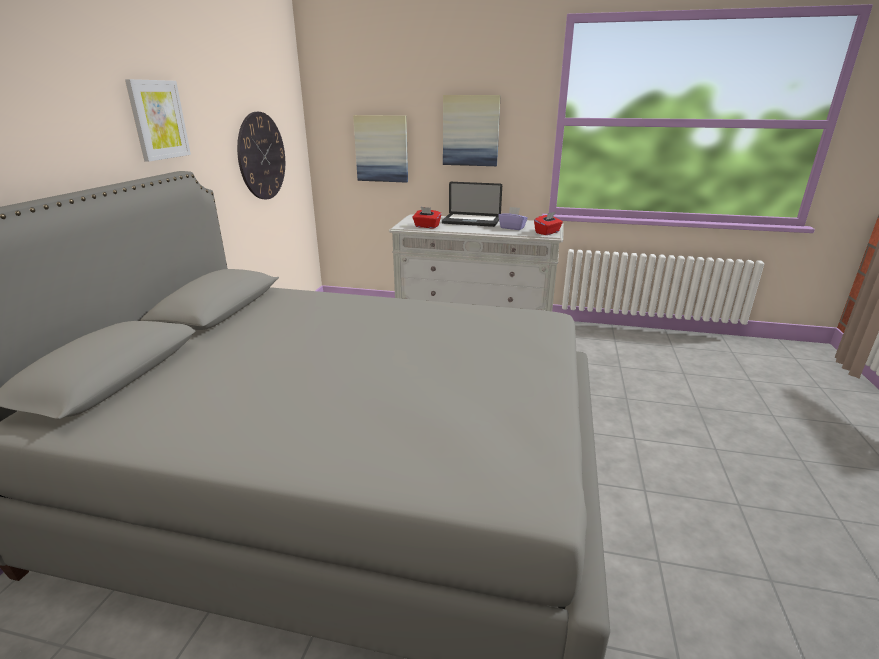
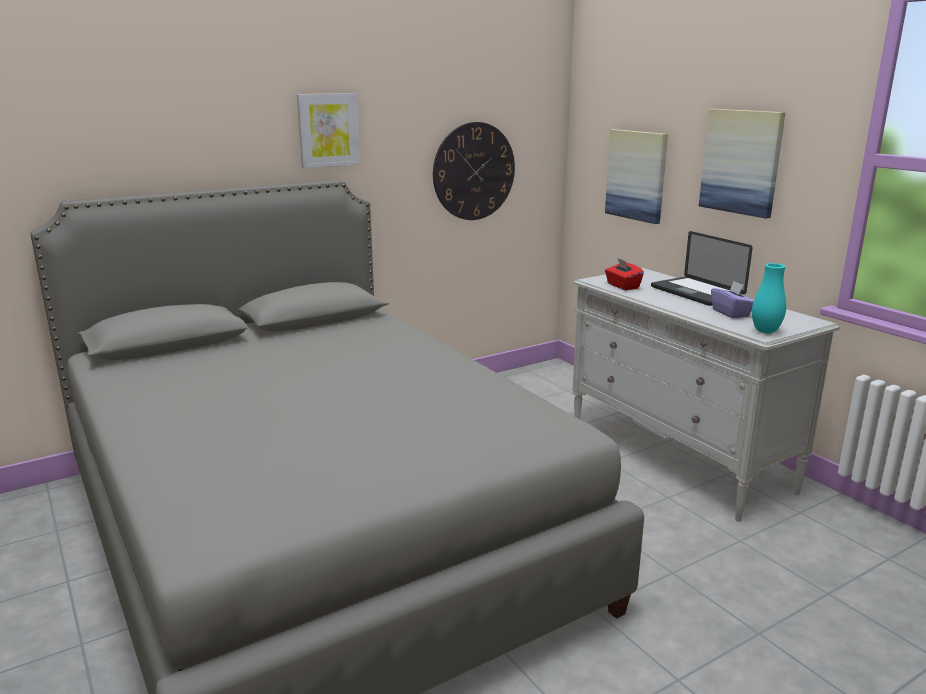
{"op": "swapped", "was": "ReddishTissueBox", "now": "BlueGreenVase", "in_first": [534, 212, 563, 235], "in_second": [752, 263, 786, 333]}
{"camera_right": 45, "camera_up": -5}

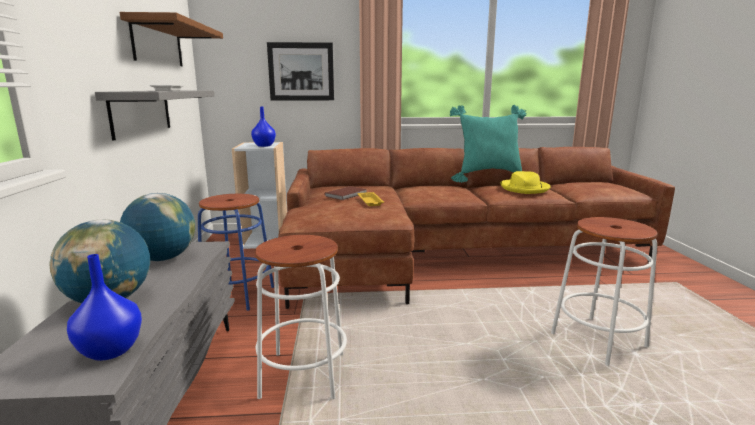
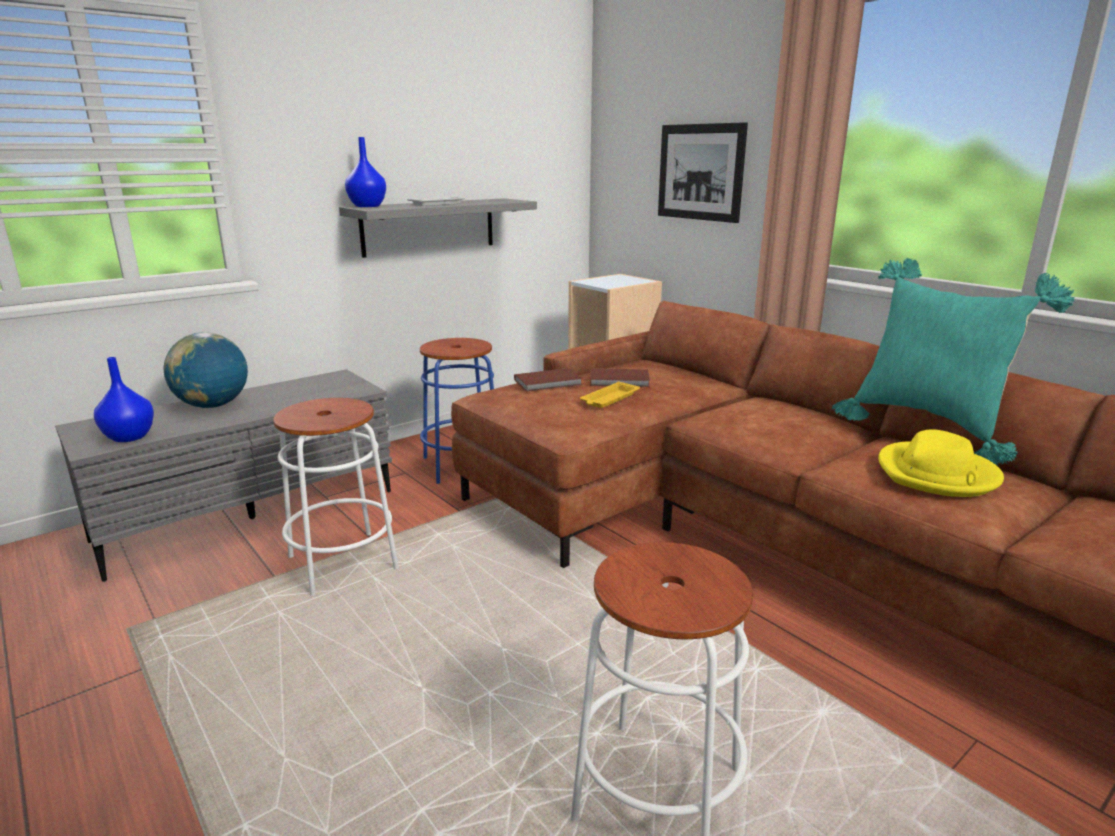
{"op": "shifted", "was": "BlueColouredVase", "in_first": [251, 107, 276, 147], "in_second": [345, 137, 386, 207]}
{"op": "new", "now": "BrownColouredVolume", "in_second": [514, 368, 582, 392]}
{"op": "gone", "was": "BrownColouredShelf", "in_first": [120, 12, 223, 66]}
{"op": "gone", "was": "Globe", "in_first": [120, 193, 195, 261]}
{"camera_right": 55, "camera_up": 5}

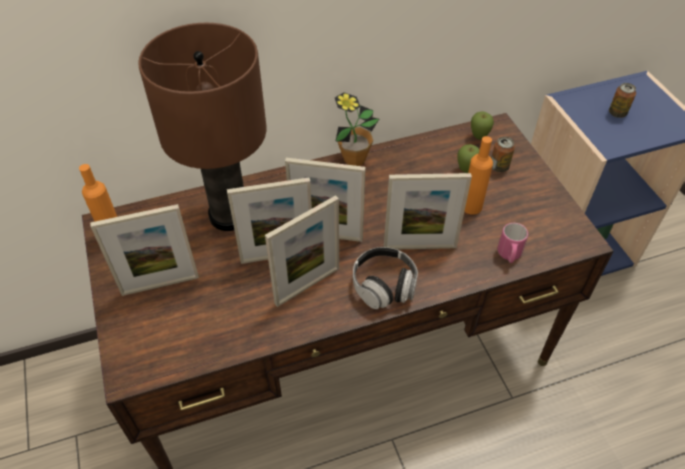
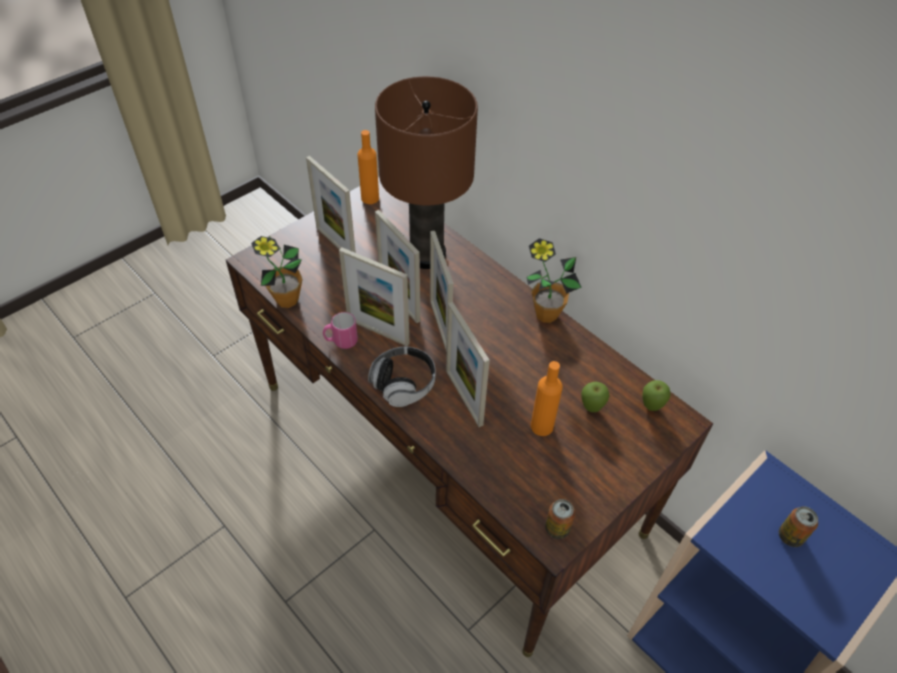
{"op": "new", "now": "PottedPlant", "in_second": [251, 236, 303, 308]}
{"op": "shifted", "was": "PinkishCoffeeMug", "in_first": [498, 223, 528, 263], "in_second": [323, 312, 358, 349]}
{"op": "shifted", "was": "SealedCan", "in_first": [491, 137, 515, 172], "in_second": [545, 499, 575, 539]}
{"camera_right": 65, "camera_up": 0}

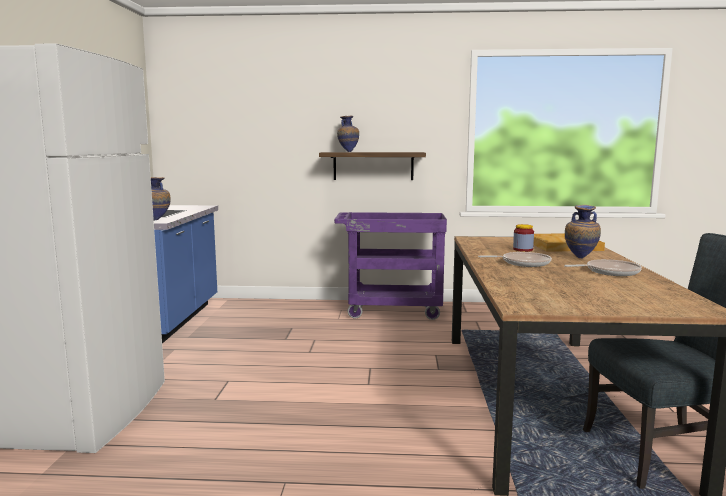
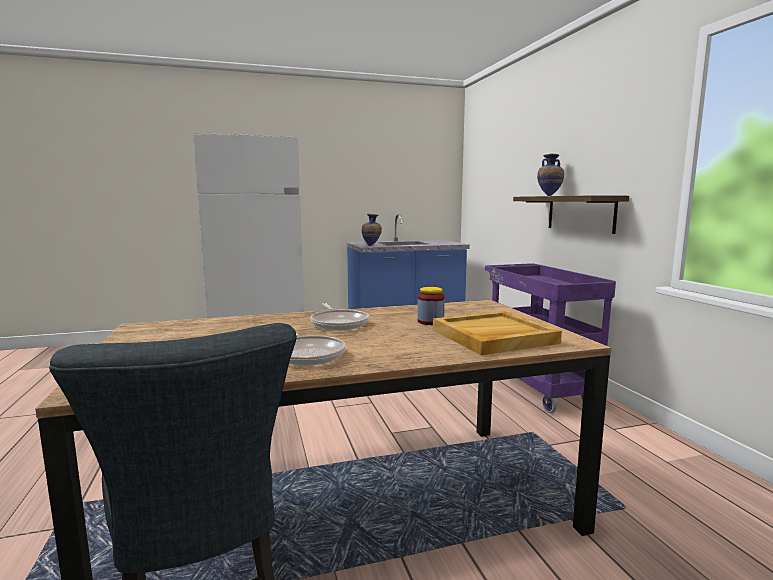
{"op": "gone", "was": "Vase", "in_first": [565, 205, 601, 258]}
{"camera_right": 70, "camera_up": 0}

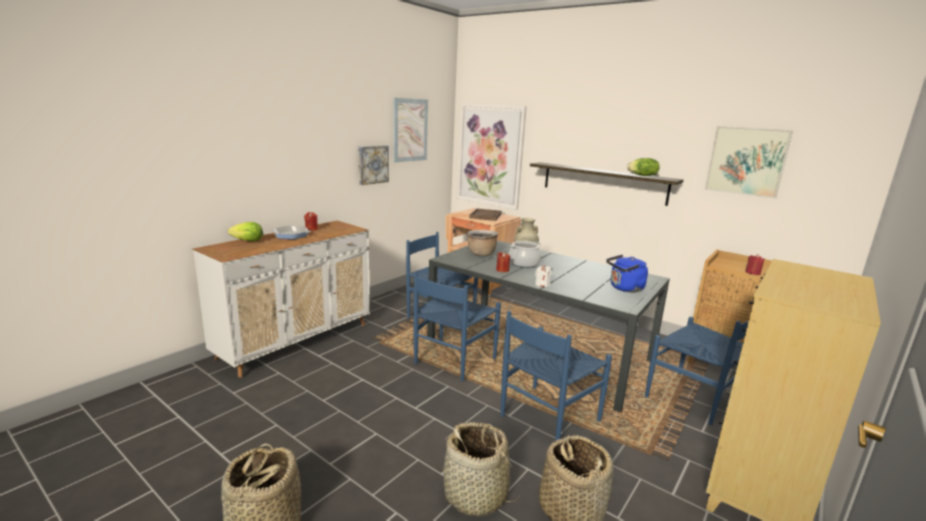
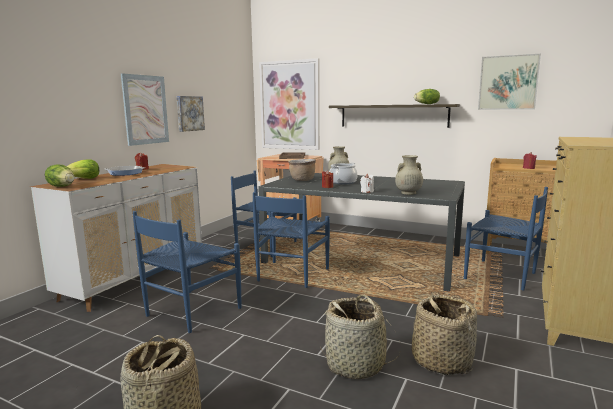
{"op": "new", "now": "LettuceHead", "in_second": [45, 164, 74, 187]}
{"op": "shifted", "was": "Picture", "in_first": [393, 98, 428, 163], "in_second": [121, 73, 169, 146]}
{"op": "shifted", "was": "BlueColouredUprightChair", "in_first": [501, 311, 612, 441], "in_second": [133, 211, 242, 333]}
{"op": "new", "now": "BeigeColouredVase", "in_second": [395, 155, 423, 195]}
{"op": "gone", "was": "BlueColouredWaterKettle", "in_first": [606, 255, 648, 292]}
{"camera_right": -10, "camera_up": -5}

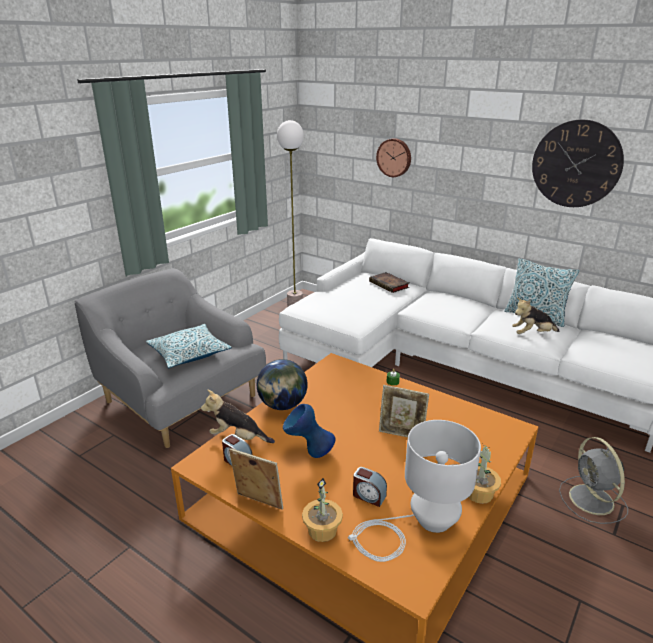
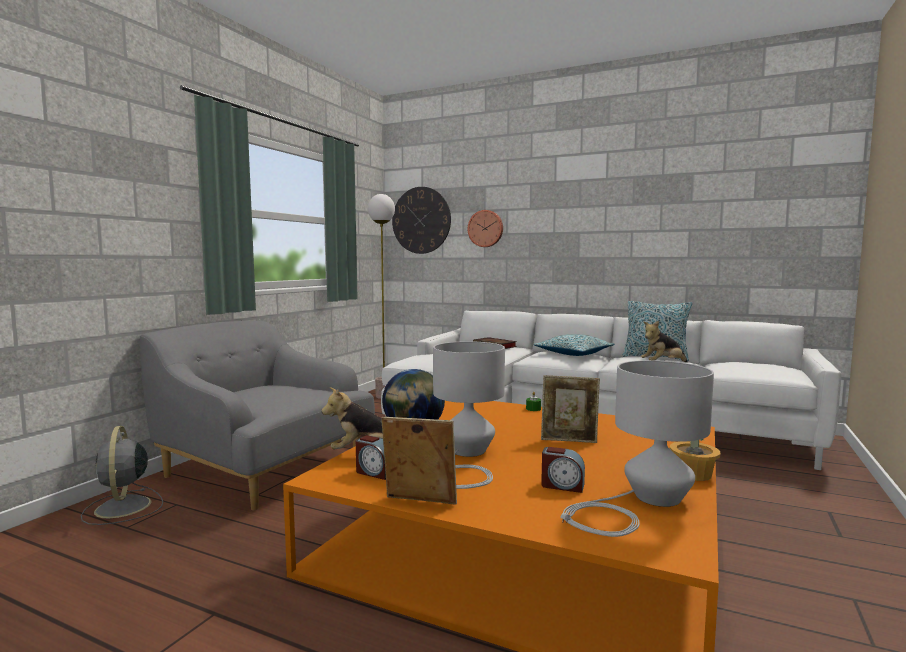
{"op": "shifted", "was": "GreyElectricFan", "in_first": [559, 437, 628, 524], "in_second": [81, 426, 163, 525]}
{"op": "shifted", "was": "WallClock", "in_first": [532, 120, 624, 207], "in_second": [392, 187, 451, 254]}
{"op": "swapped", "was": "BlueColouredVase", "now": "GreyLampForATable", "in_first": [283, 404, 335, 458], "in_second": [433, 341, 505, 489]}
{"op": "shifted", "was": "Pillow", "in_first": [146, 324, 232, 368], "in_second": [534, 334, 615, 356]}
{"op": "gone", "was": "PottedPlant", "in_first": [302, 478, 343, 542]}
{"camera_right": -10, "camera_up": -20}

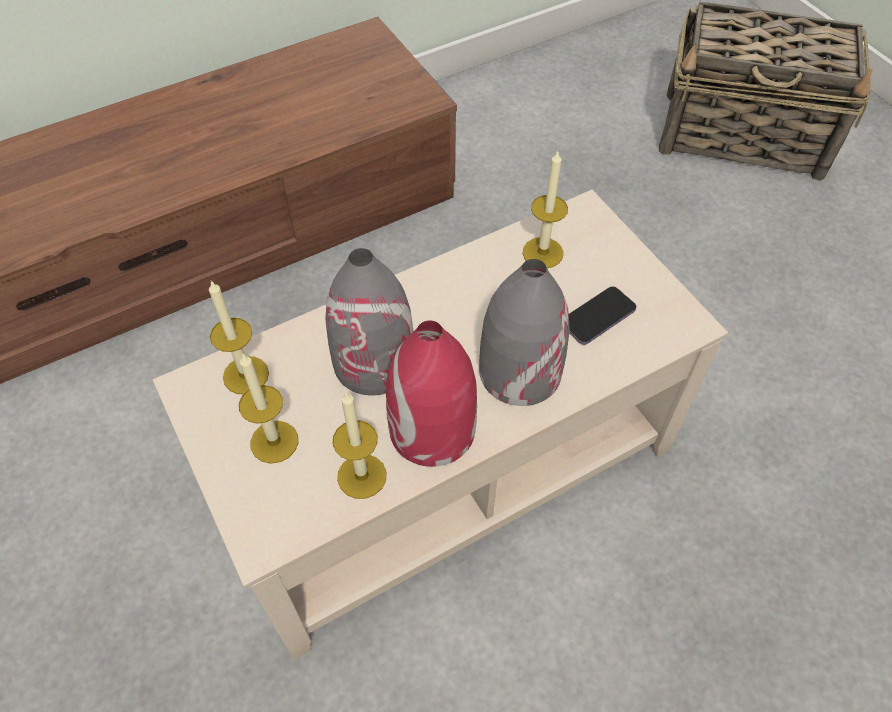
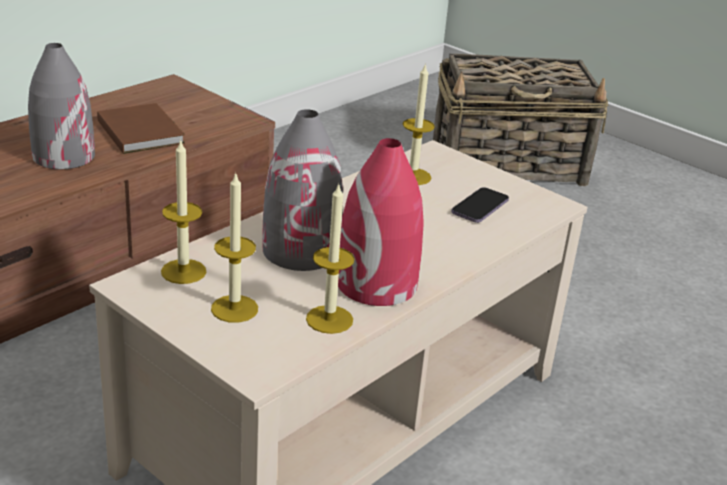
{"op": "shifted", "was": "GreyVase", "in_first": [479, 259, 570, 406], "in_second": [28, 43, 95, 169]}
{"op": "new", "now": "BrownColouredVolume", "in_second": [97, 103, 185, 154]}
{"camera_right": -20, "camera_up": -25}

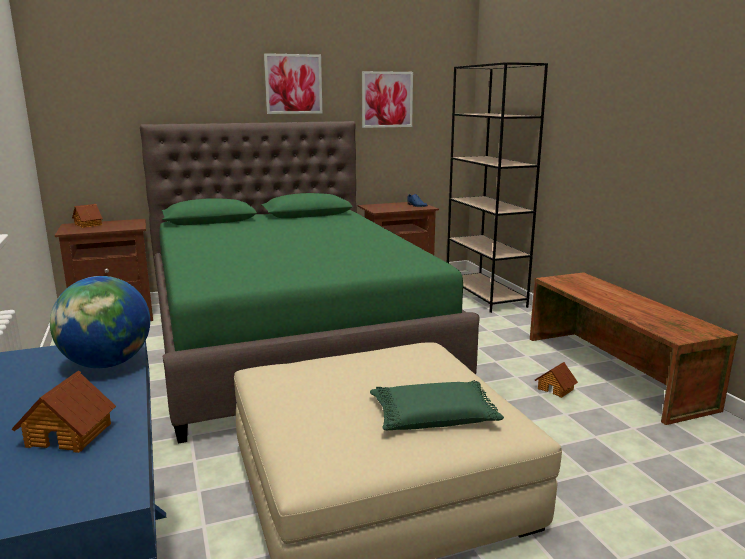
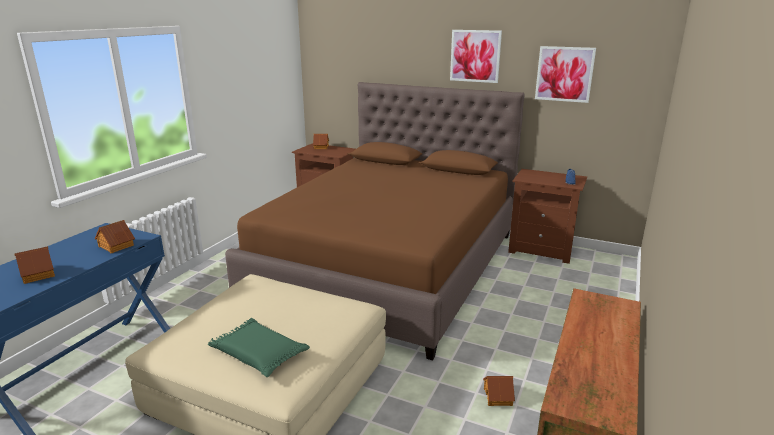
{"op": "swapped", "was": "Globe", "now": "ModelHouse", "in_first": [50, 276, 150, 368], "in_second": [95, 220, 135, 253]}
{"op": "repainted", "was": "GreenColouredSleepingBed", "now": "BrownColouredSleepingBed", "in_first": [140, 121, 480, 443], "in_second": [225, 82, 525, 361]}
{"op": "gone", "was": "BeigeColouredBookcase", "in_first": [447, 62, 548, 313]}
{"camera_right": 45, "camera_up": 5}

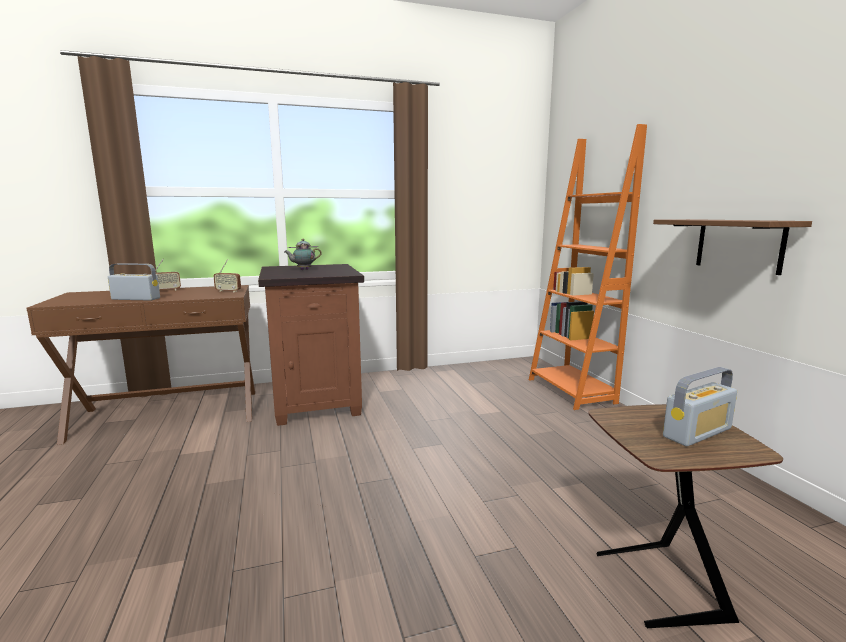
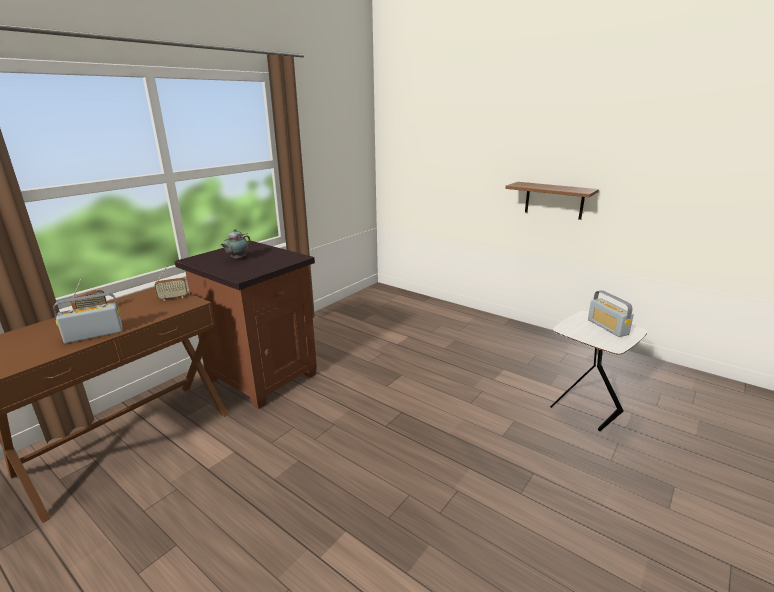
{"op": "repainted", "was": "BrownColouredAccentTable", "now": "WhiteAccentTable", "in_first": [588, 404, 783, 628], "in_second": [550, 311, 648, 431]}
{"op": "rotated", "was": "RadioReceiver", "in_first": [663, 367, 737, 446], "in_second": [588, 290, 634, 337], "clockwise": 135}
{"op": "gone", "was": "OrangeBookcase", "in_first": [529, 124, 647, 410]}
{"camera_right": -35, "camera_up": 10}

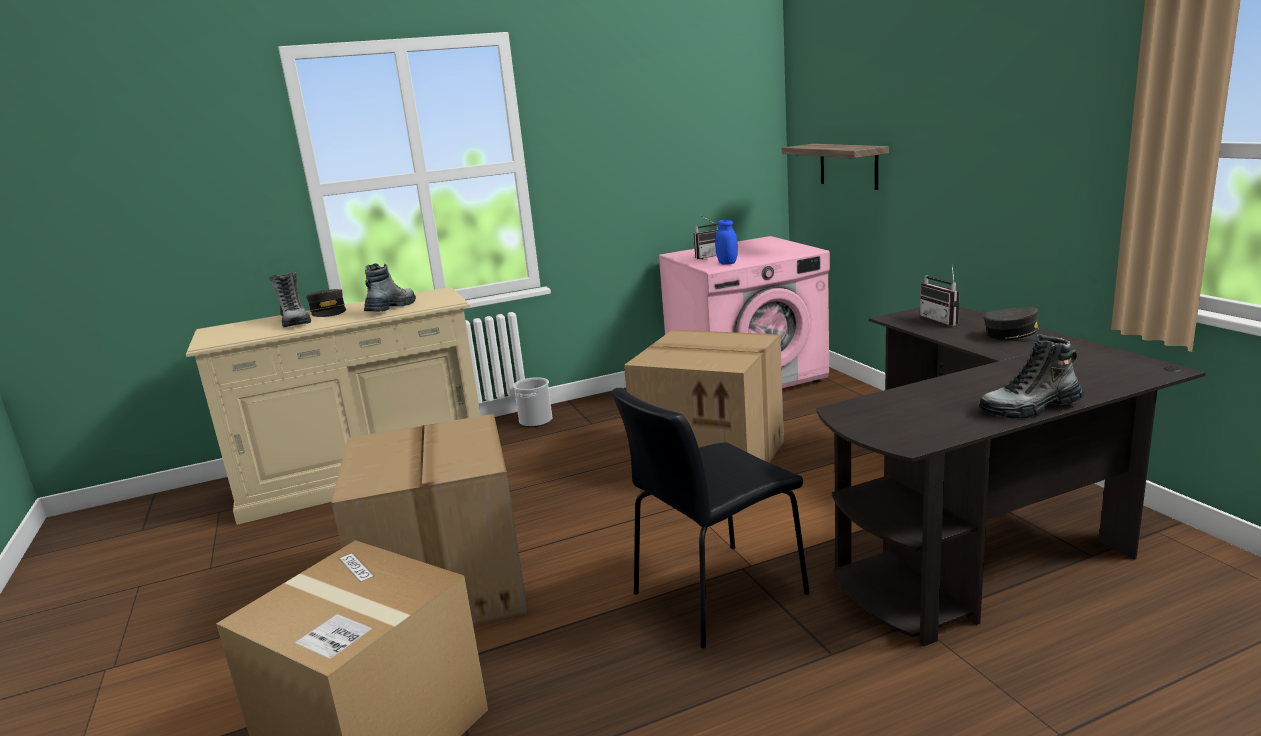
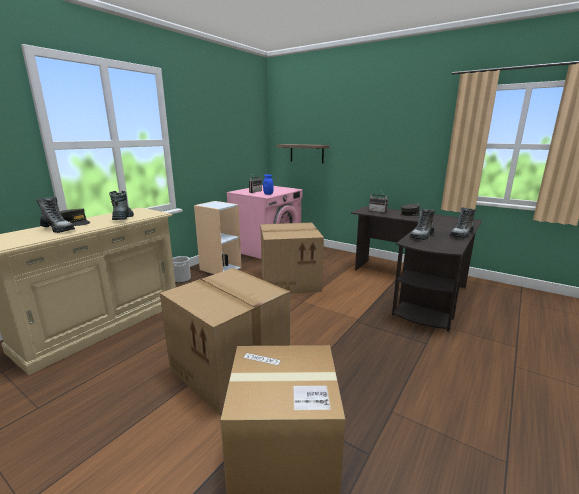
{"op": "new", "now": "Bookcase", "in_second": [194, 201, 242, 274]}
{"op": "new", "now": "HighTopBoot", "in_second": [409, 208, 435, 240]}
{"op": "gone", "was": "BlackUprightChair", "in_first": [611, 388, 810, 648]}
{"camera_right": -35, "camera_up": 0}

